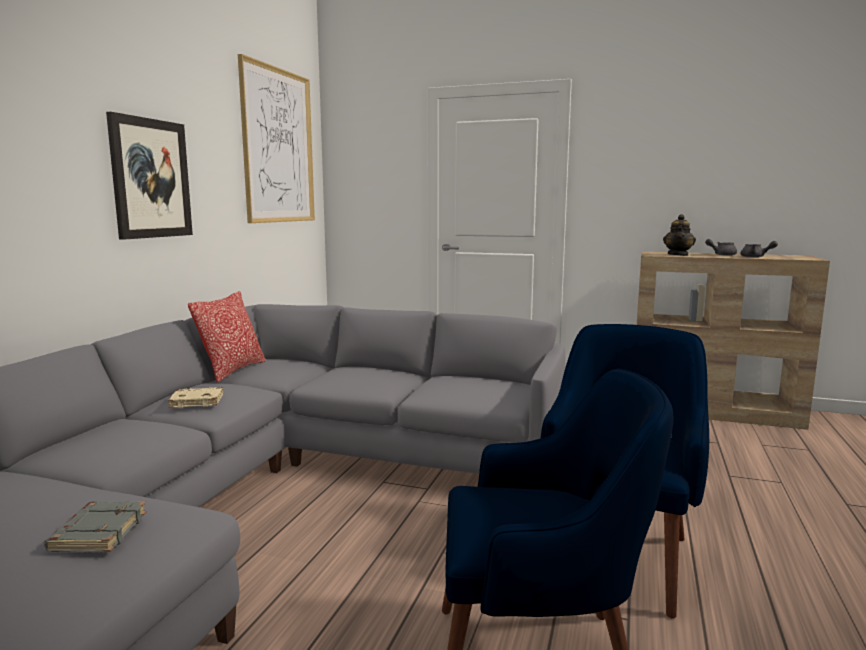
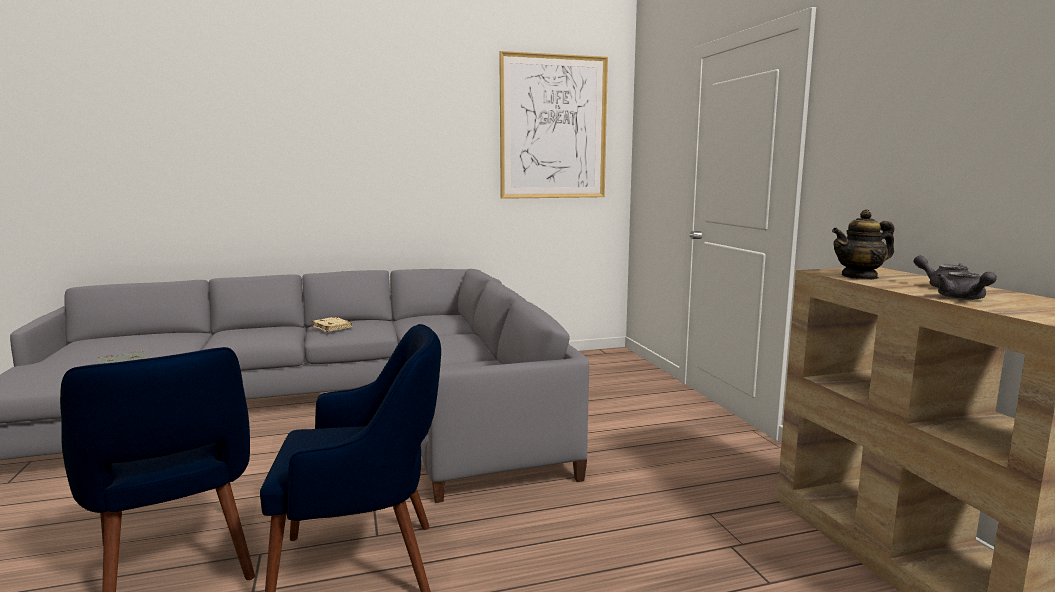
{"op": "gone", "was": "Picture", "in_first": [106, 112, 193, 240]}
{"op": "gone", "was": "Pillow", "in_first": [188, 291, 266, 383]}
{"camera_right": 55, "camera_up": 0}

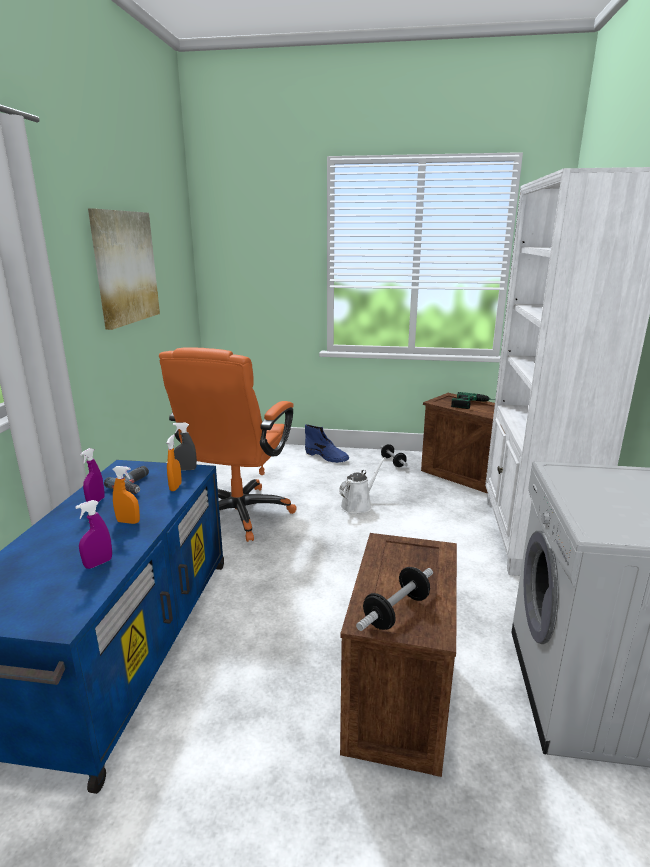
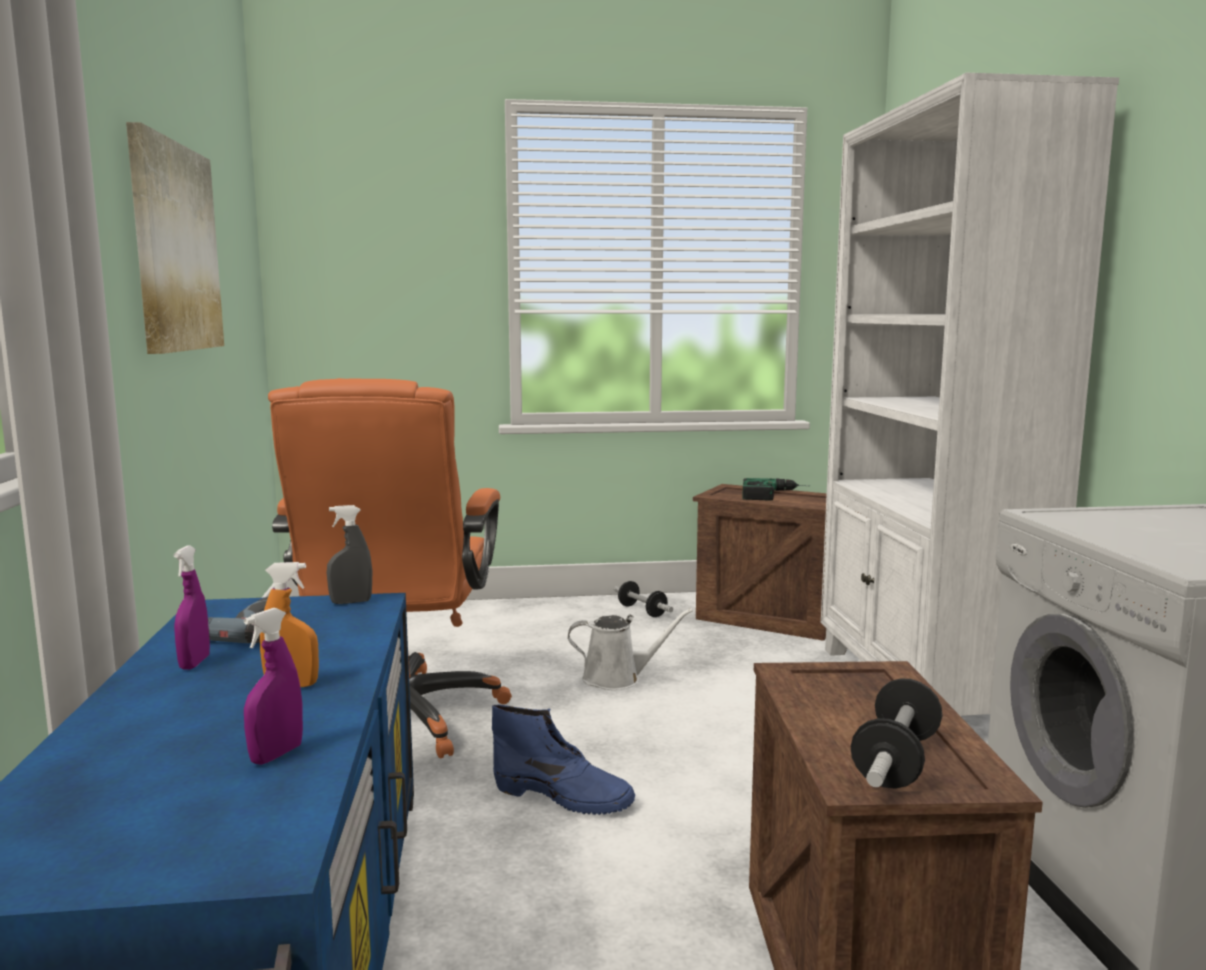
{"op": "shifted", "was": "BlueColouredHighTopBoot", "in_first": [305, 424, 349, 463], "in_second": [492, 705, 635, 815]}
{"op": "rotated", "was": "WhiteSprinklingCan", "in_first": [339, 457, 386, 514], "in_second": [568, 608, 693, 690], "clockwise": 60}
{"op": "gone", "was": "OrangeSprayer", "in_first": [166, 434, 182, 491]}
{"camera_right": -15, "camera_up": -10}

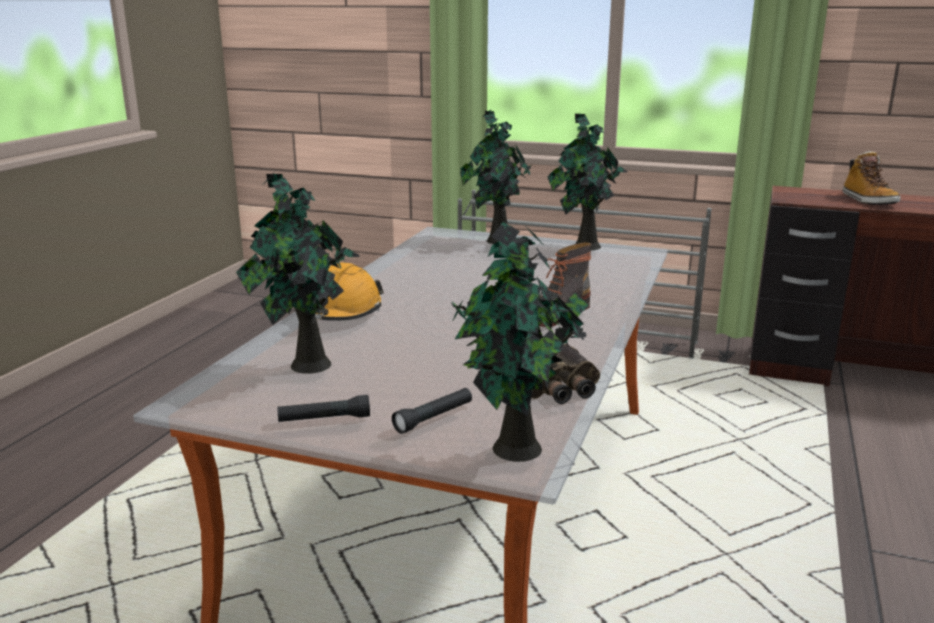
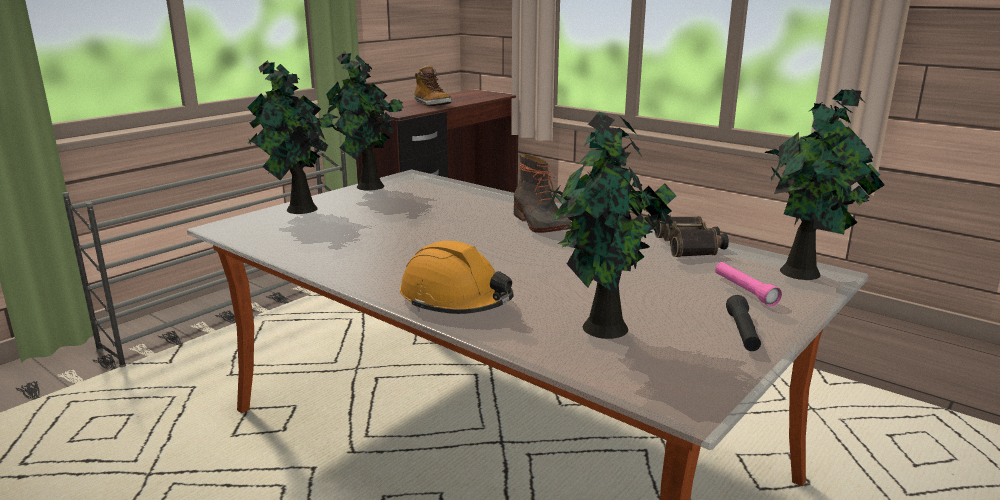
{"op": "rotated", "was": "HighTopBoot", "in_first": [843, 151, 901, 205], "in_second": [414, 65, 452, 106], "clockwise": 45}
{"op": "repainted", "was": "BlackFlashlight", "now": "PinkishFlashlight", "in_first": [392, 388, 472, 434], "in_second": [715, 262, 782, 306]}
{"camera_right": -70, "camera_up": 0}

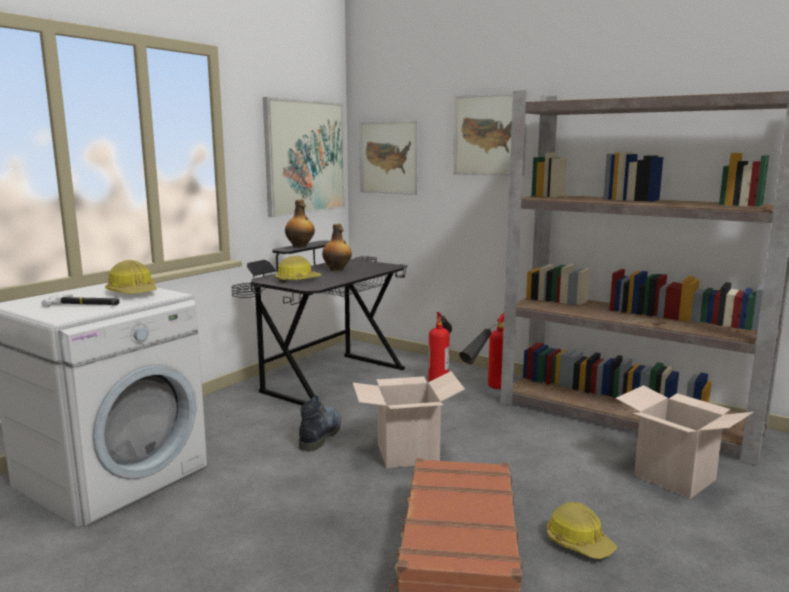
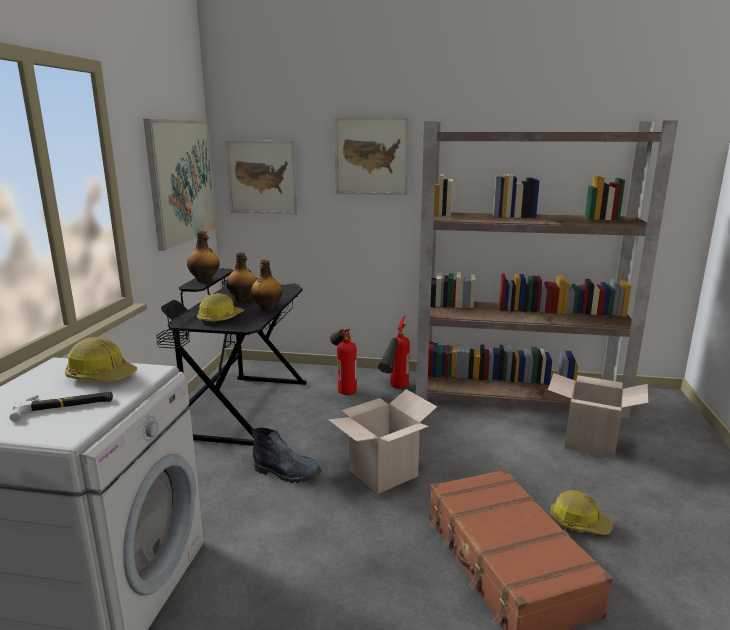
{"op": "new", "now": "DrinkBottle", "in_second": [251, 260, 283, 311]}
{"op": "rotated", "was": "HighTopBoot", "in_first": [299, 396, 341, 451], "in_second": [252, 428, 322, 483], "clockwise": 120}
{"camera_right": -25, "camera_up": 5}

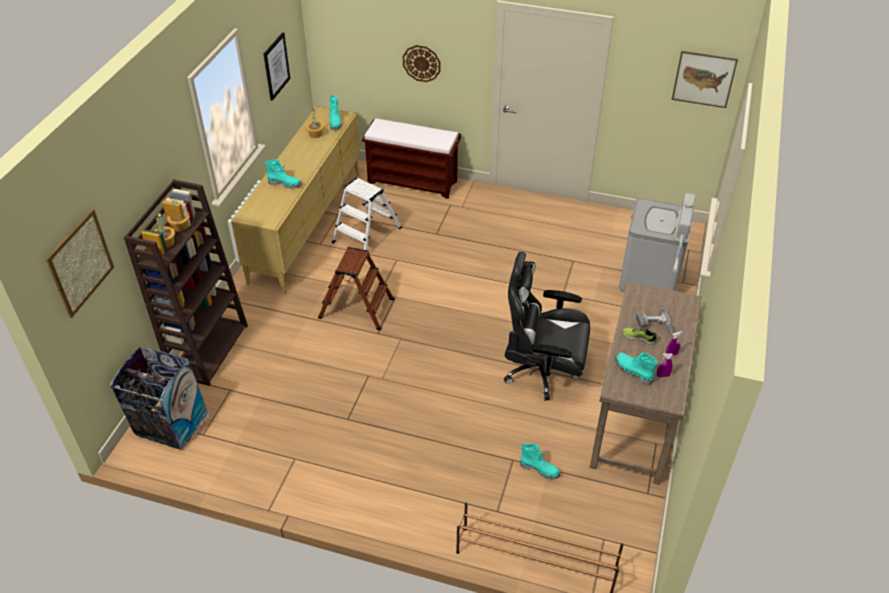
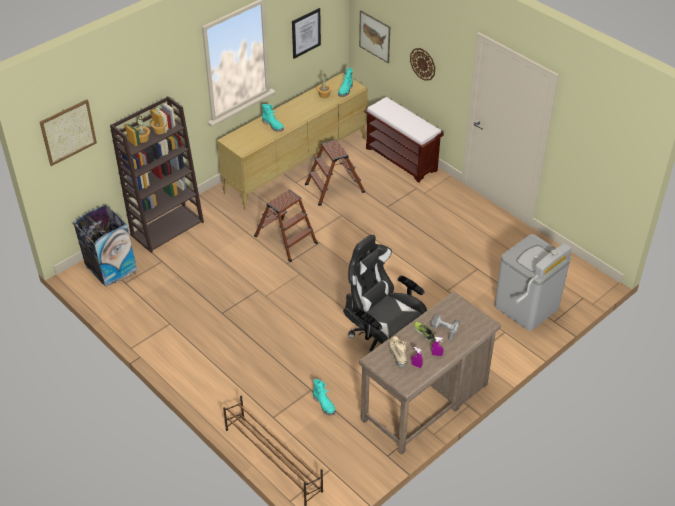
{"op": "repainted", "was": "WhiteStepLadder", "now": "BrownColouredStepLadder", "in_first": [332, 177, 402, 250], "in_second": [305, 139, 365, 206]}
{"op": "shifted", "was": "Picture", "in_first": [672, 51, 738, 108], "in_second": [359, 10, 390, 63]}
{"op": "repainted", "was": "BlueGreenHighTopBoot", "now": "BeigeColouredHighTopBoot", "in_first": [615, 352, 658, 385], "in_second": [389, 336, 407, 368]}
{"camera_right": 30, "camera_up": 0}

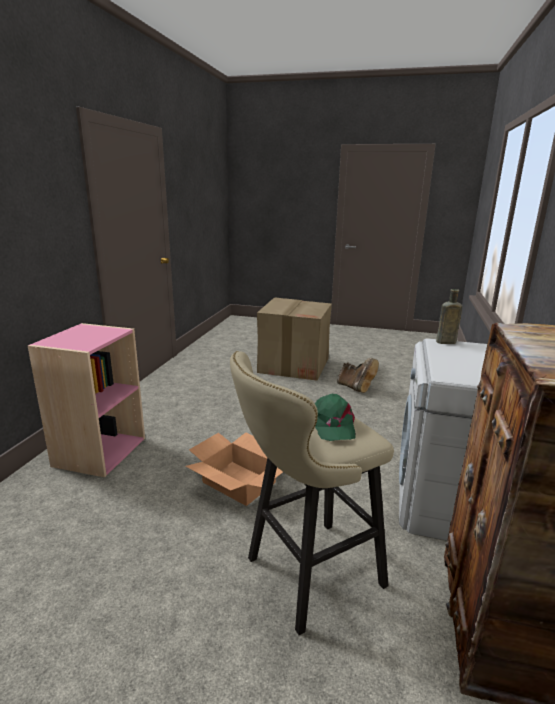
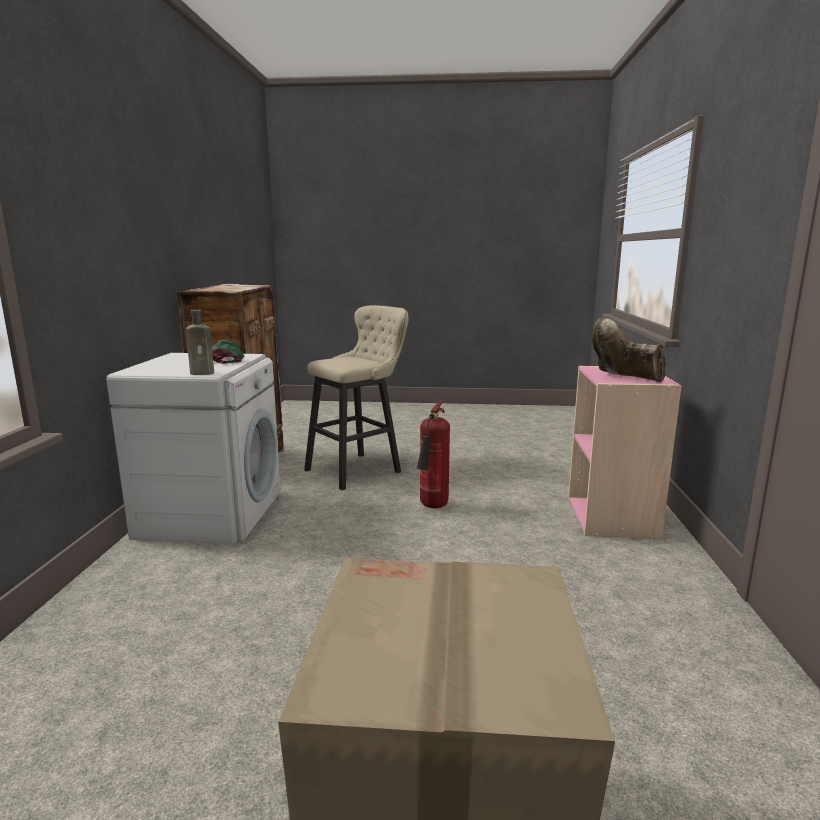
{"op": "shifted", "was": "GreenColouredBaseballCap", "in_first": [315, 394, 356, 441], "in_second": [212, 339, 245, 364]}
{"op": "swapped", "was": "CardboardBox", "now": "FireFightingCylinder", "in_first": [185, 433, 283, 506], "in_second": [417, 401, 450, 508]}
{"op": "shifted", "was": "BrownColouredHighTopBoot", "in_first": [337, 358, 379, 393], "in_second": [592, 317, 665, 382]}
{"camera_right": 170, "camera_up": -5}

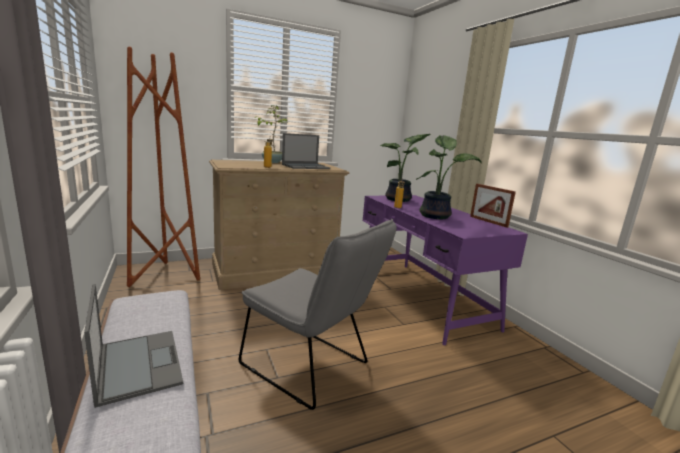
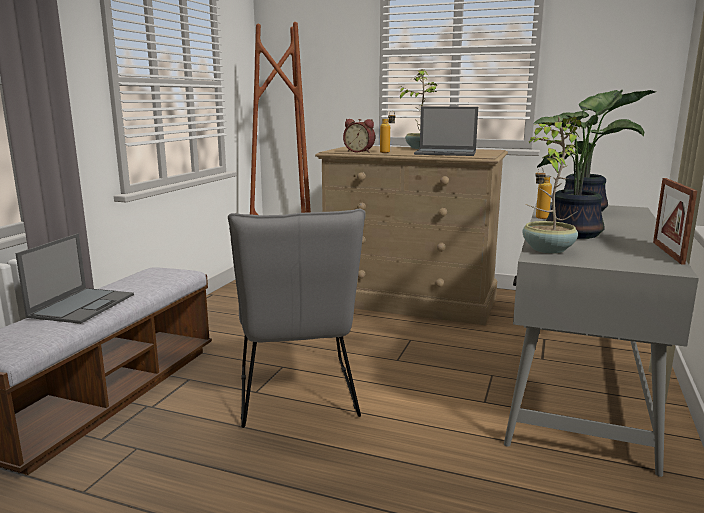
{"op": "new", "now": "AlarmClock", "in_second": [343, 119, 375, 152]}
{"op": "repainted", "was": "PurpleColouredDeskTable", "now": "GreyDeskTable", "in_first": [363, 195, 528, 346], "in_second": [504, 201, 699, 477]}
{"op": "new", "now": "PottedPlant", "in_second": [522, 117, 582, 254]}
{"camera_right": 45, "camera_up": 0}

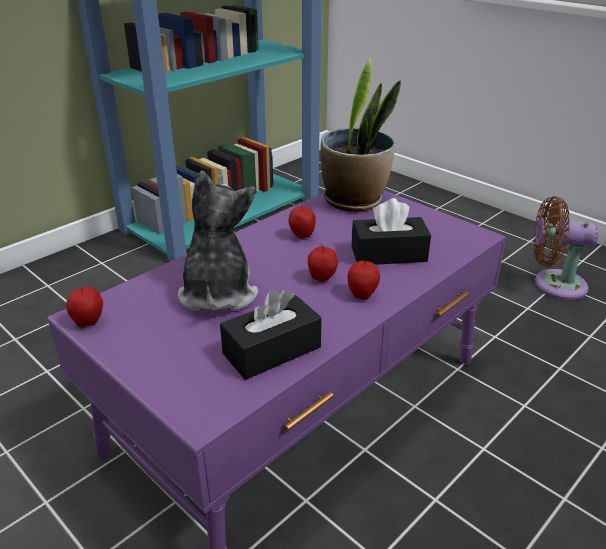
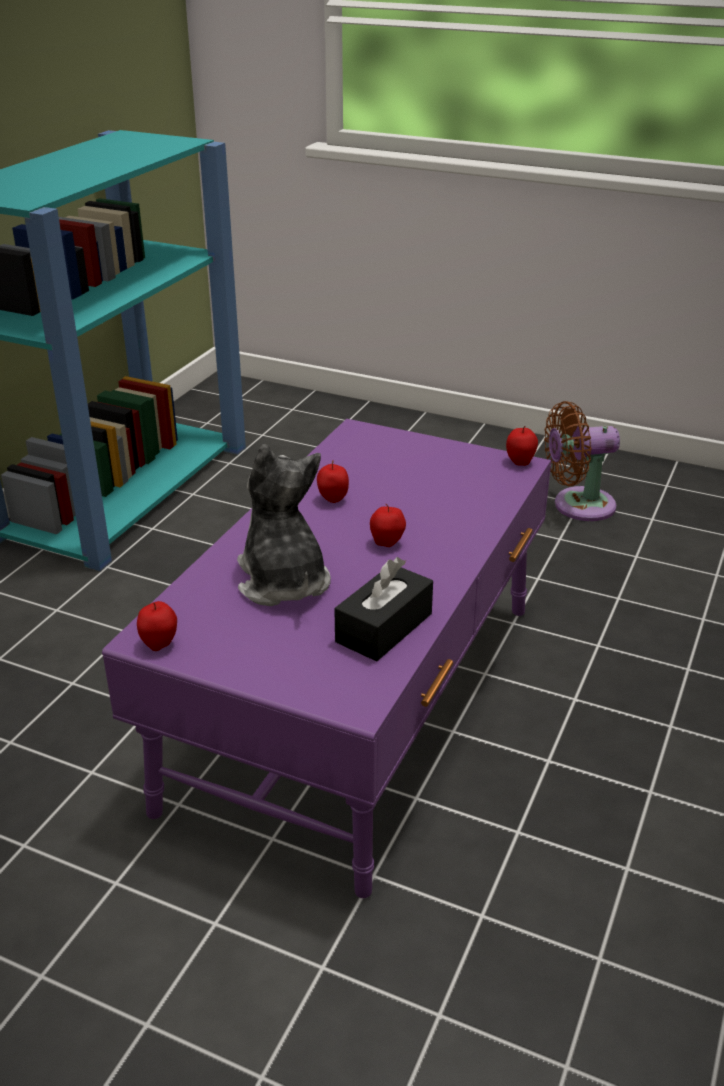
{"op": "shifted", "was": "Apple", "in_first": [348, 260, 380, 300], "in_second": [506, 426, 538, 466]}
{"op": "gone", "was": "PottedPlant", "in_first": [321, 58, 401, 212]}
{"op": "gone", "was": "BlackTissueBox", "in_first": [352, 198, 431, 265]}
{"camera_right": -20, "camera_up": 0}

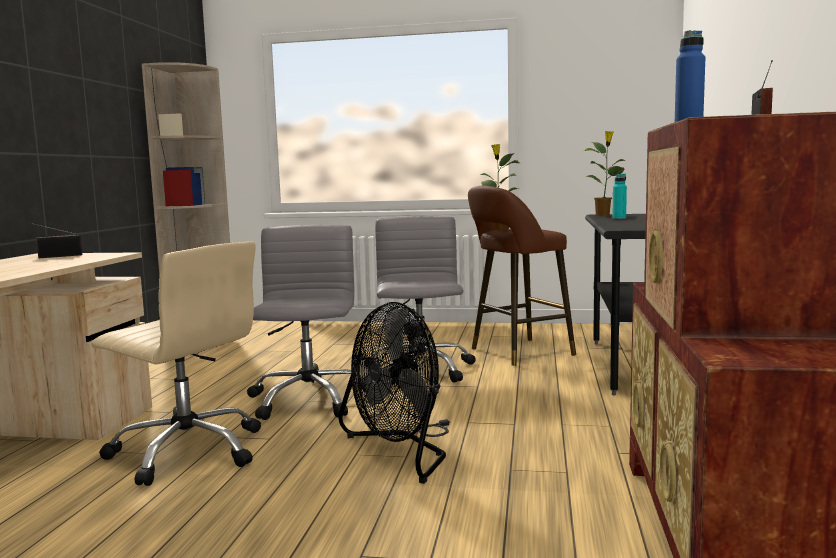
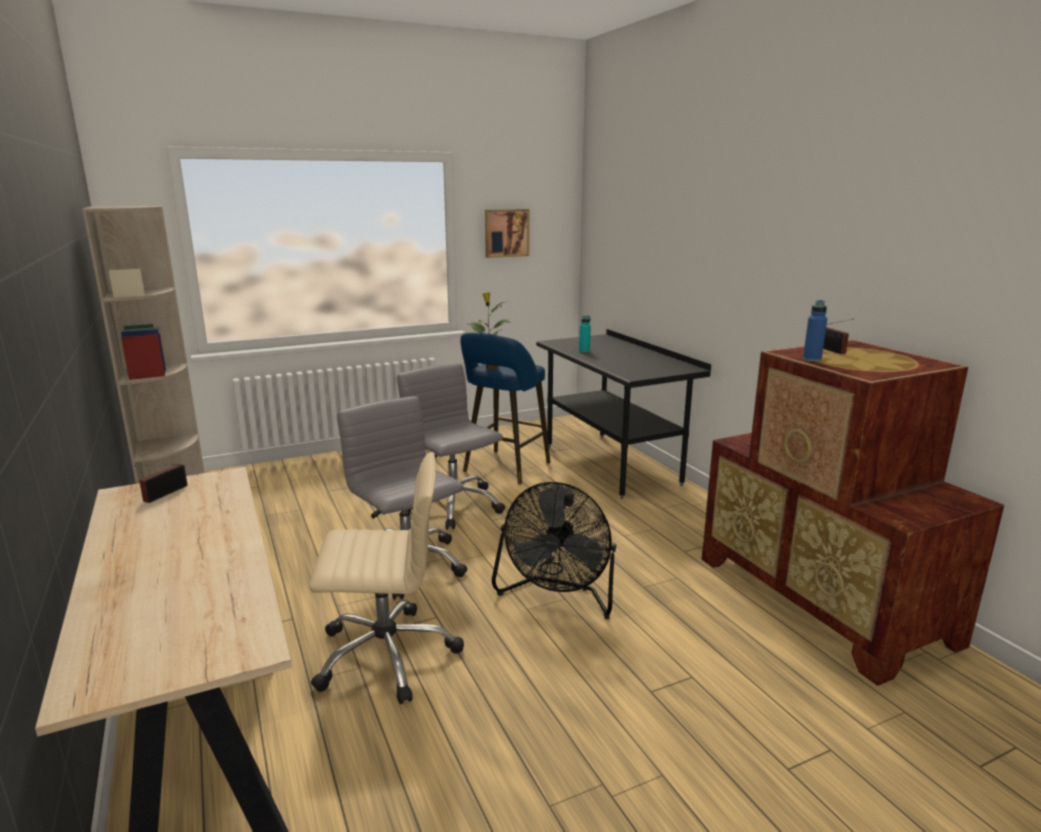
{"op": "repainted", "was": "BrownColouredStoolSeat", "now": "BlueColouredStoolSeat", "in_first": [468, 186, 576, 366], "in_second": [460, 333, 551, 484]}
{"op": "new", "now": "Picture", "in_second": [485, 209, 529, 258]}
{"op": "gone", "was": "PottedPlant", "in_first": [584, 131, 625, 216]}
{"camera_right": -35, "camera_up": 10}

